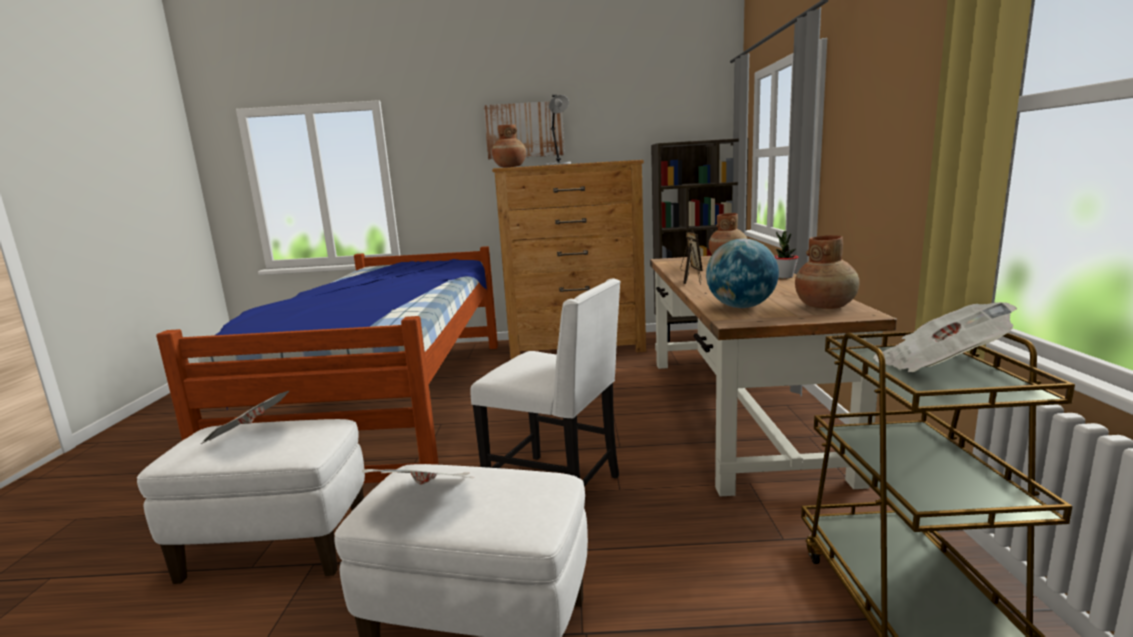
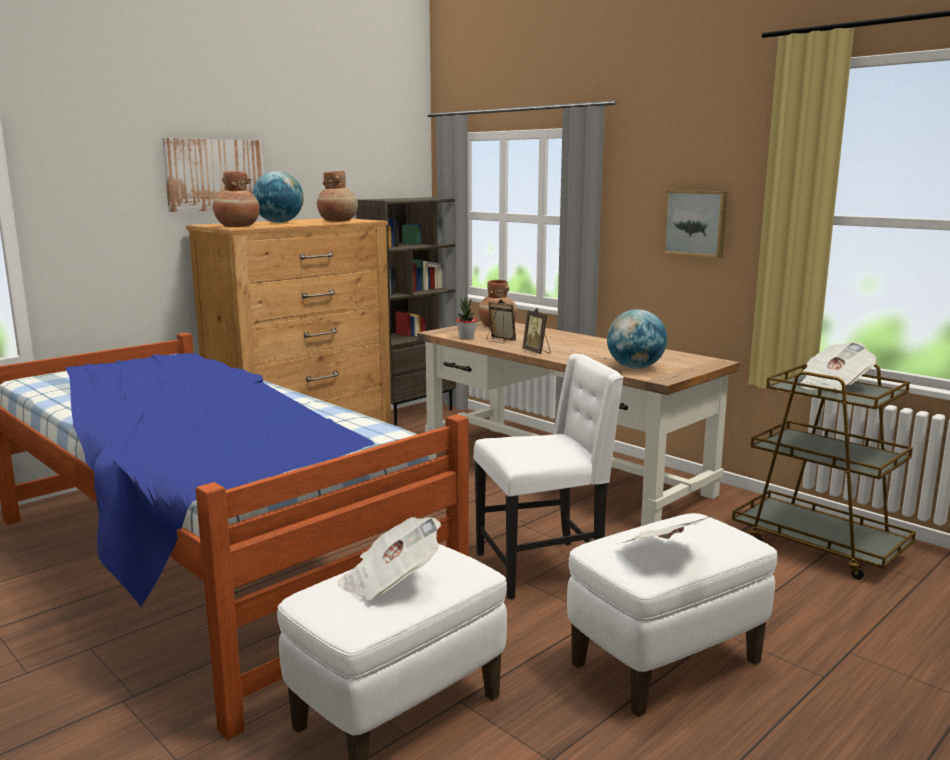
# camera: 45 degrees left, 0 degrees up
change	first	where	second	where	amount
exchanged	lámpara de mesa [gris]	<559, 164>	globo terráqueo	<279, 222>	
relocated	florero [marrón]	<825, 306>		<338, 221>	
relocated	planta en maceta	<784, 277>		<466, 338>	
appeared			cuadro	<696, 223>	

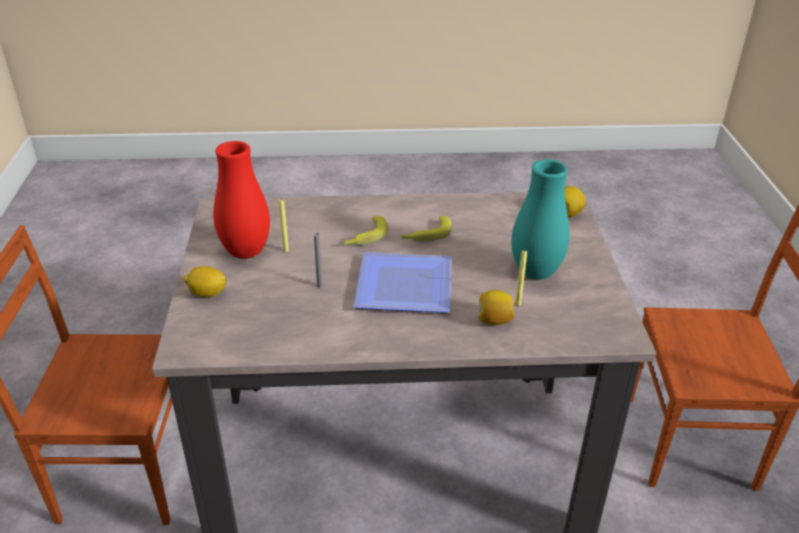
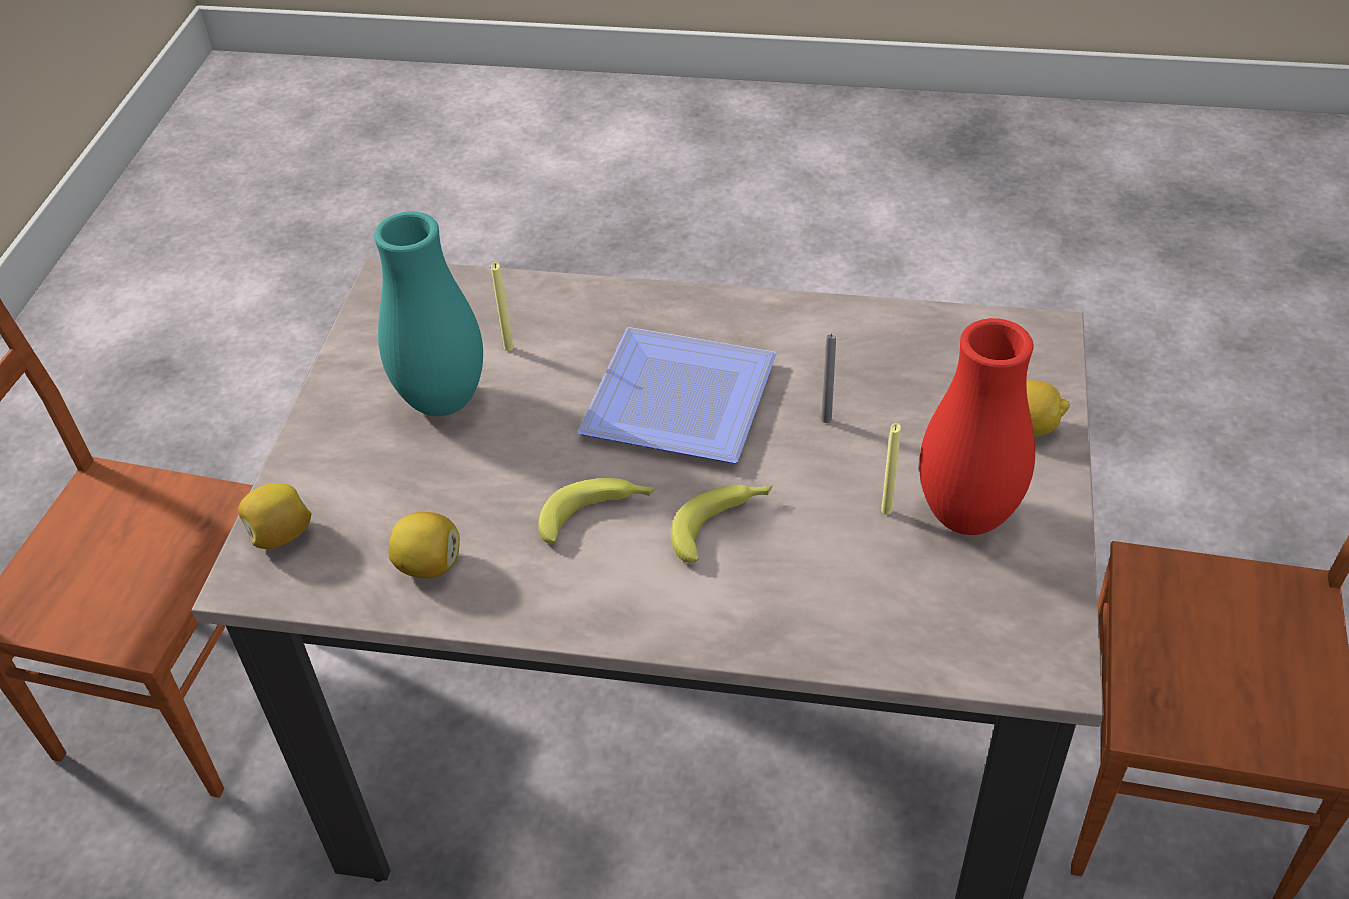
# camera: 165 degrees left, 10 degrees up
change	first	where	second	where	amount
relocated	limón	<494, 320>		<429, 565>	

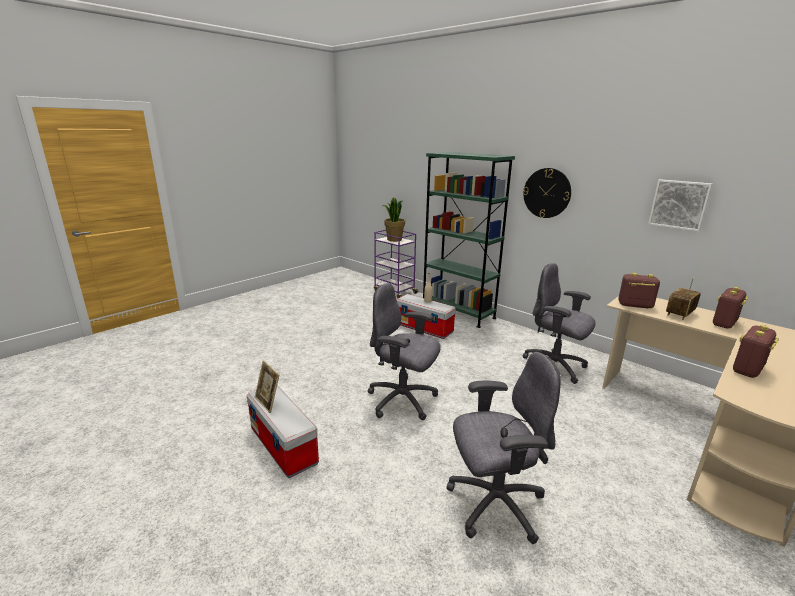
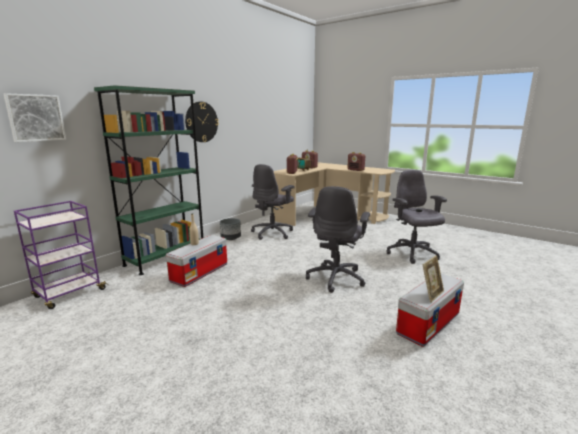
# camera: 95 degrees left, 5 degrees down
change	first	where	second	where	amount
relocated	cuadro	<679, 204>		<35, 118>	
appeared			maceta [gris]	<231, 238>	
missing	planta en maceta	<394, 239>			

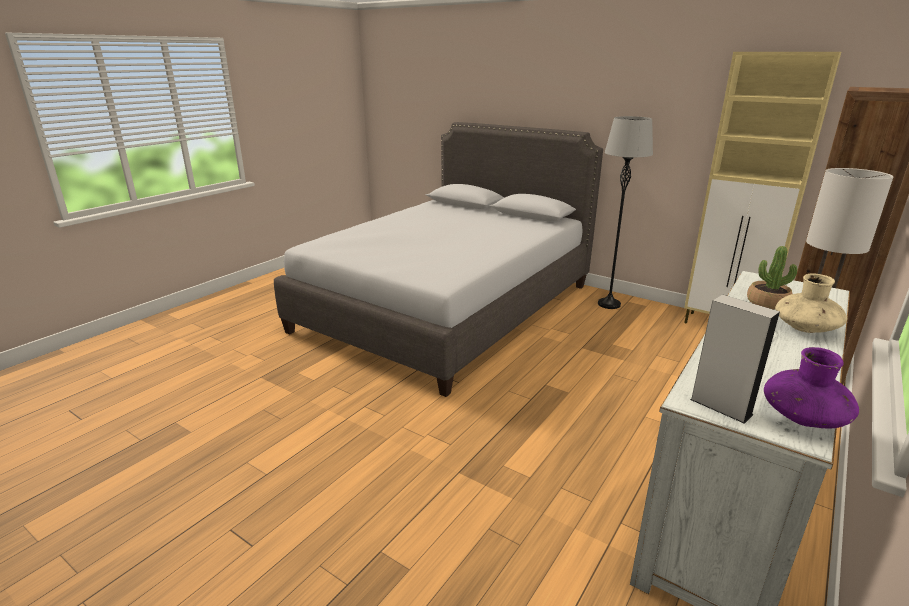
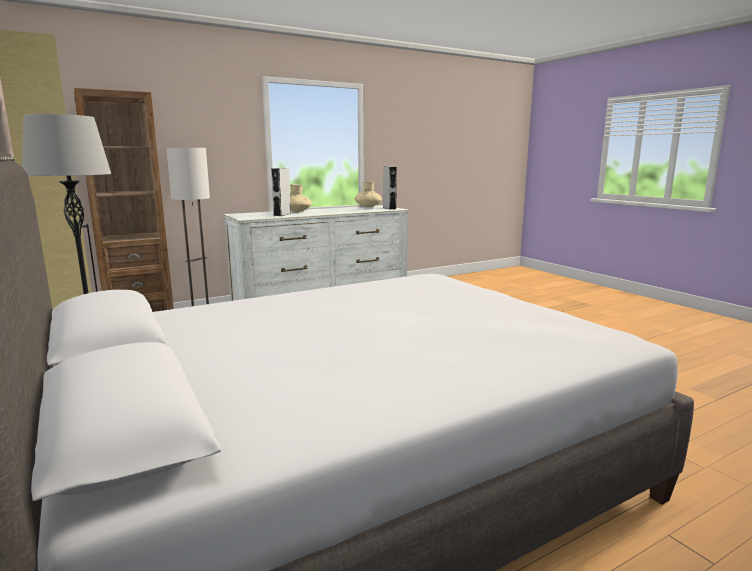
# camera: 155 degrees left, 10 degrees down
change	first	where	second	where	amount
exchanged	planta en maceta	<767, 303>	altavoz [gris]	<282, 214>	
colour	florero [morado]	<804, 417>	florero [beis]	<368, 206>	

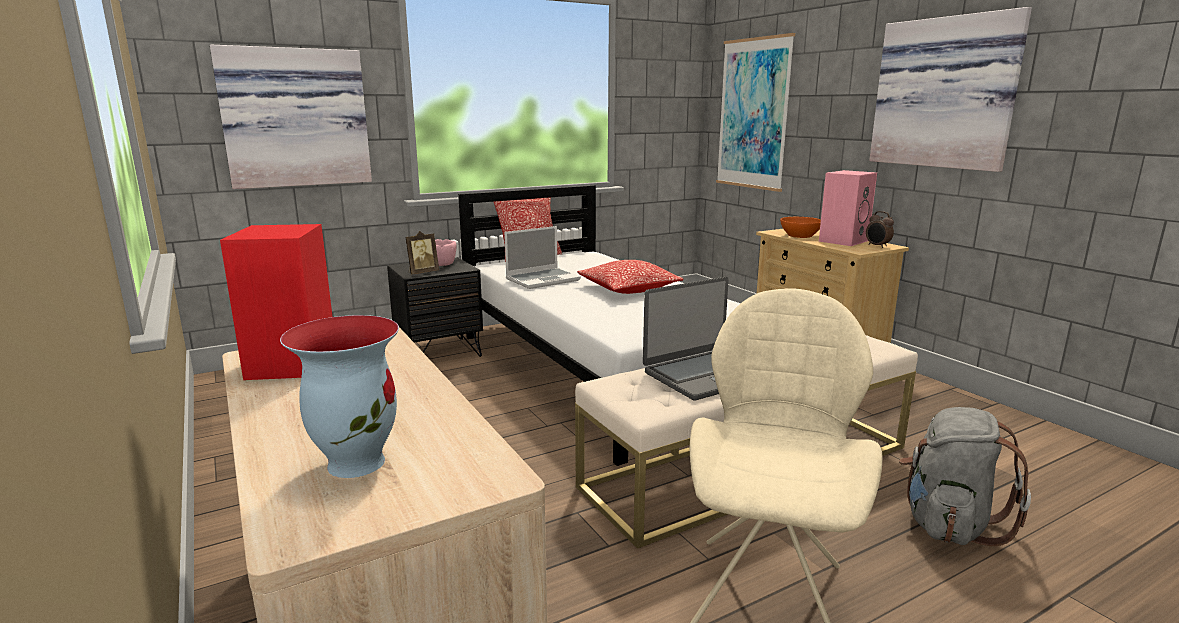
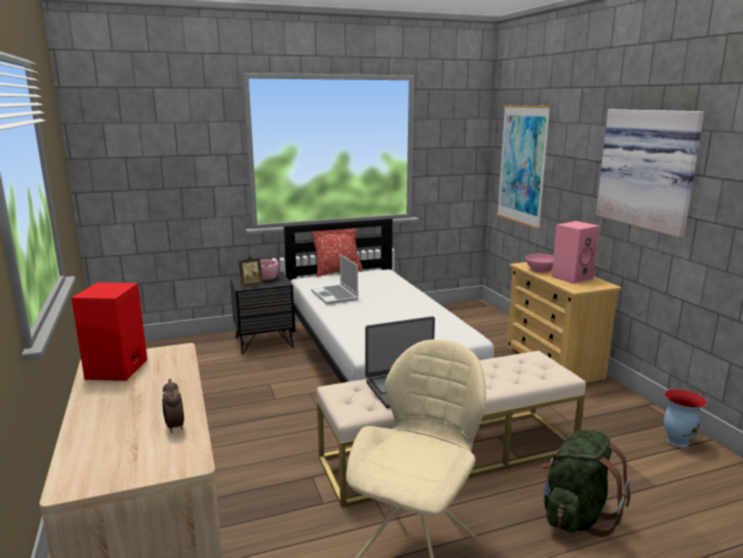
# camera: 10 degrees right, 0 degrees up
change	first	where	second	where	amount
relocated	despertador	<877, 246>		<174, 427>	
spun	portátil	<543, 279>		<335, 296>	90 degrees clockwise
colour	cuenco [naranja]	<799, 235>	cuenco [rosa]	<541, 270>	
colour	mochila [gris]	<948, 524>	mochila [verde]	<576, 516>	
relocated	florero	<356, 462>		<677, 441>	
missing	cuadro	<295, 118>			
missing	cojín	<628, 289>			

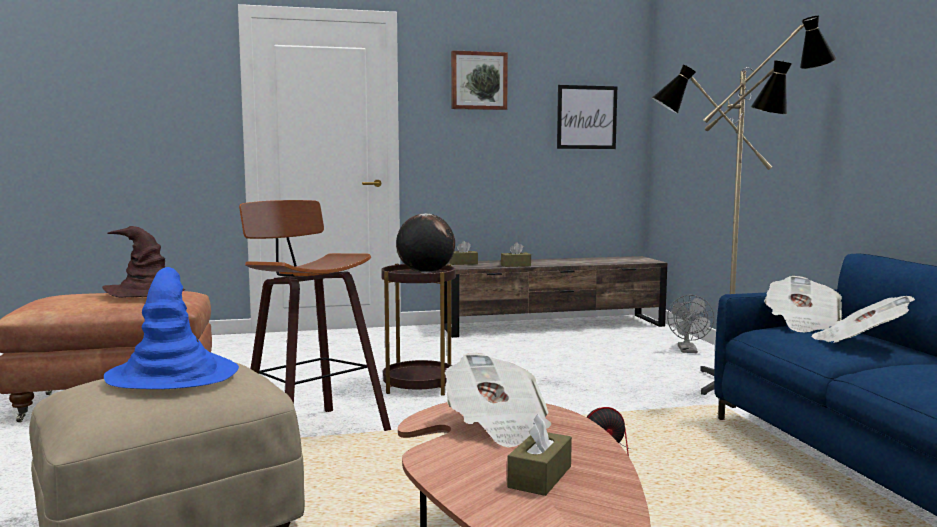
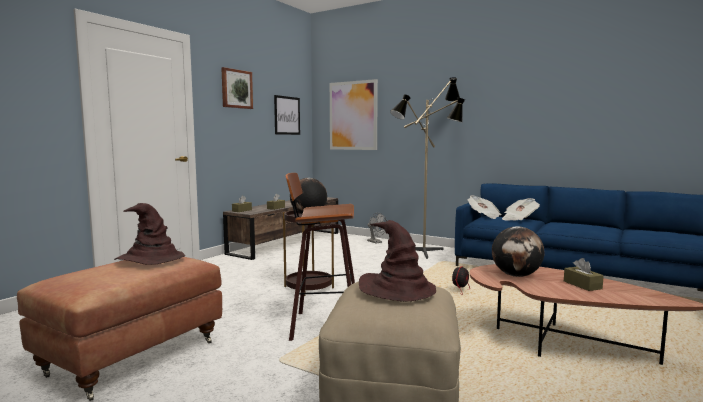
# camera: 45 degrees left, 0 degrees up
change	first	where	second	where	amount
appeared			cuadro	<353, 115>	
colour	sombrero [azul]	<173, 375>	sombrero [marrón]	<398, 289>	
exchanged	periódico	<497, 426>	globo terráqueo	<516, 275>	

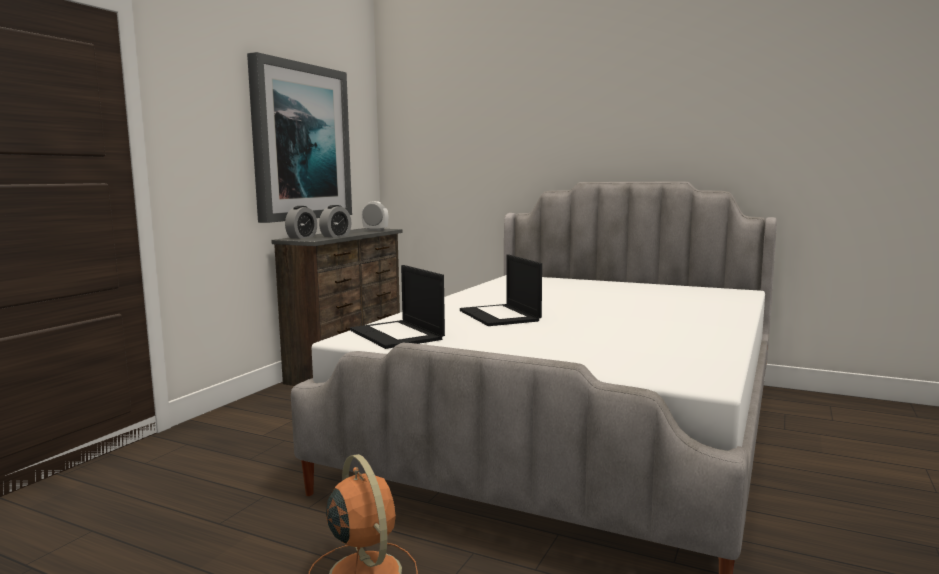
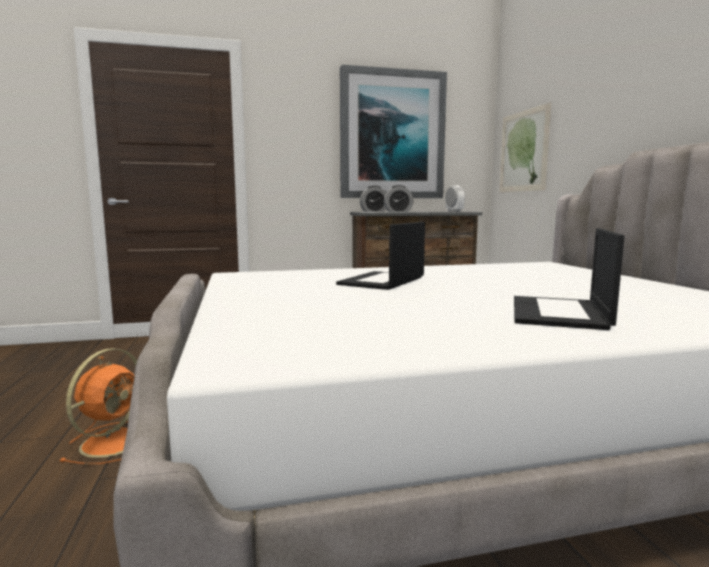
# camera: 50 degrees right, 0 degrees up
change	first	where	second	where	amount
appeared			cuadro	<523, 151>	
relocated	portátil	<397, 335>		<559, 313>	

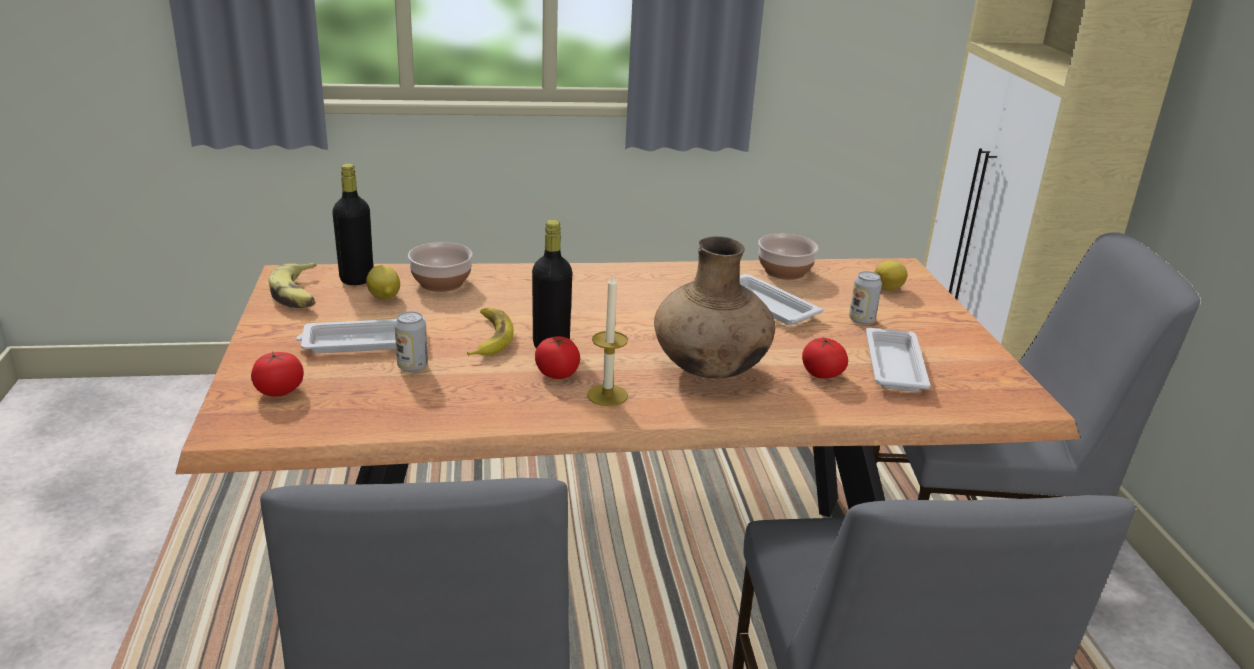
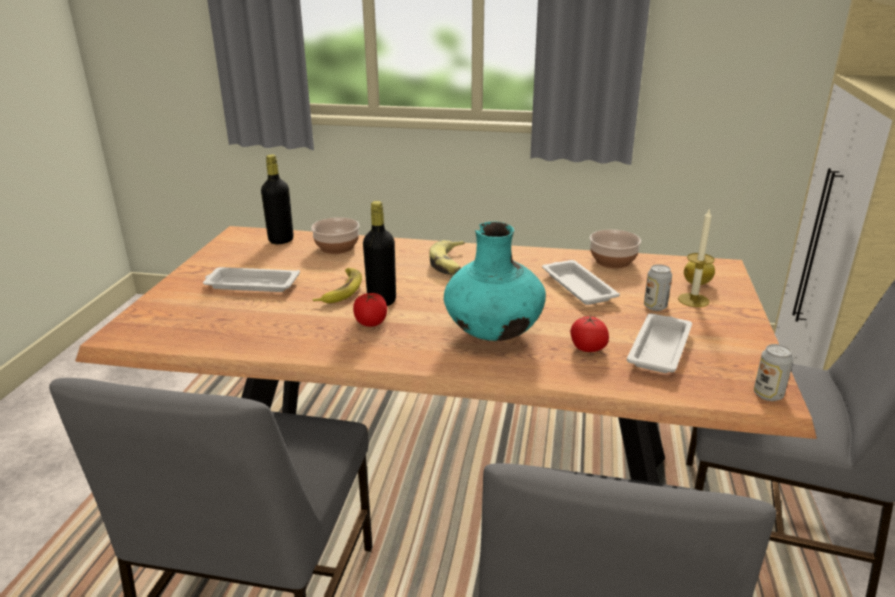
# camera: 20 degrees right, 0 degrees up
change	first	where	second	where	amount
relocated	plátano	<298, 294>		<449, 264>	
colour	florero [marrón]	<710, 369>	florero [turquesa]	<493, 333>	
relocated	vela	<607, 395>		<693, 300>	
relocated	lata	<412, 366>		<768, 395>	
missing	tomate	<279, 391>			
missing	limón	<384, 298>			

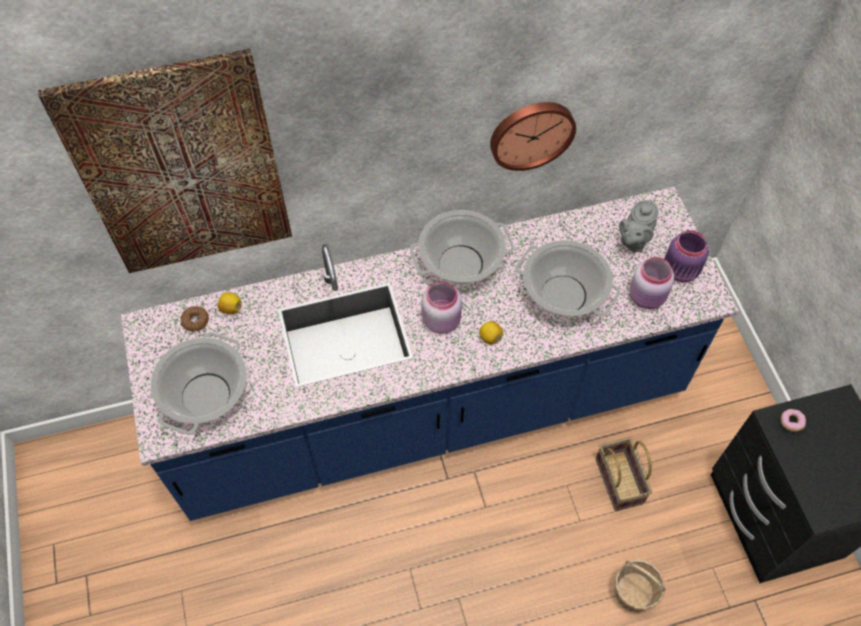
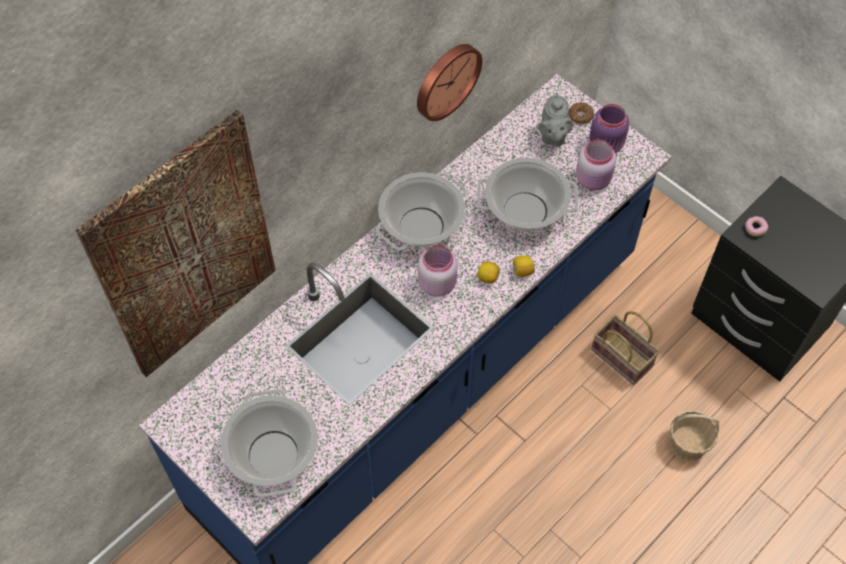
# camera: 30 degrees left, 0 degrees up
change	first	where	second	where	amount
relocated	limón	<231, 308>		<522, 271>	
relocated	rosquilla	<195, 321>		<580, 116>	

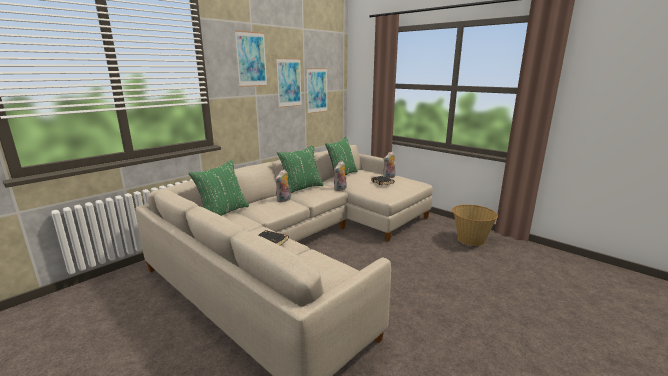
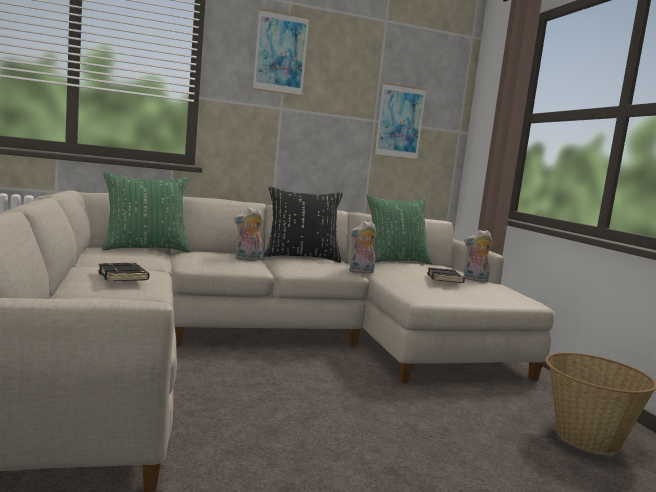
# camera: 30 degrees right, 10 degrees down
change	first	where	second	where	amount
colour	cojín [verde]	<301, 188>	cojín [negro]	<301, 257>	
missing	cuadro	<289, 82>			

